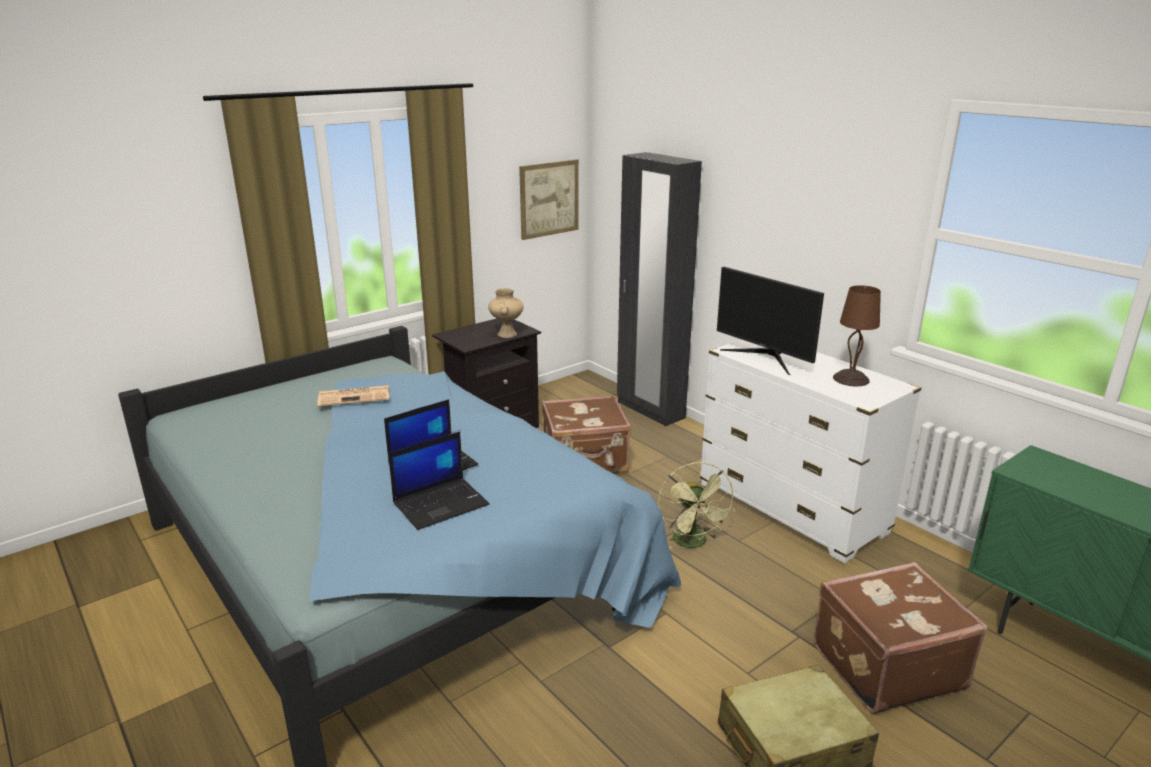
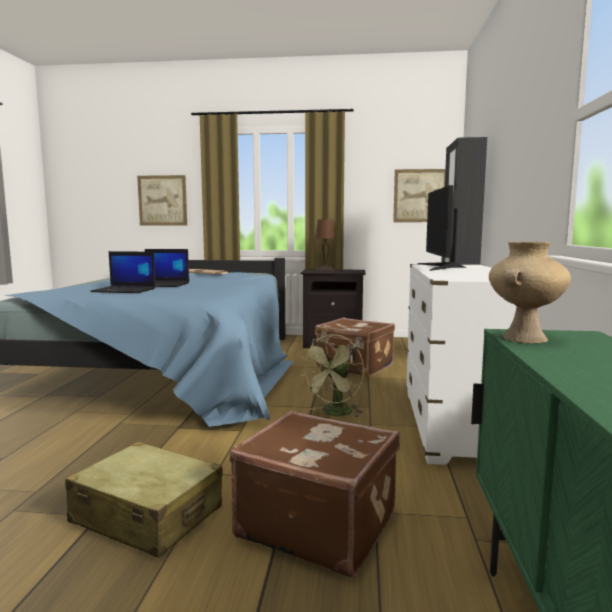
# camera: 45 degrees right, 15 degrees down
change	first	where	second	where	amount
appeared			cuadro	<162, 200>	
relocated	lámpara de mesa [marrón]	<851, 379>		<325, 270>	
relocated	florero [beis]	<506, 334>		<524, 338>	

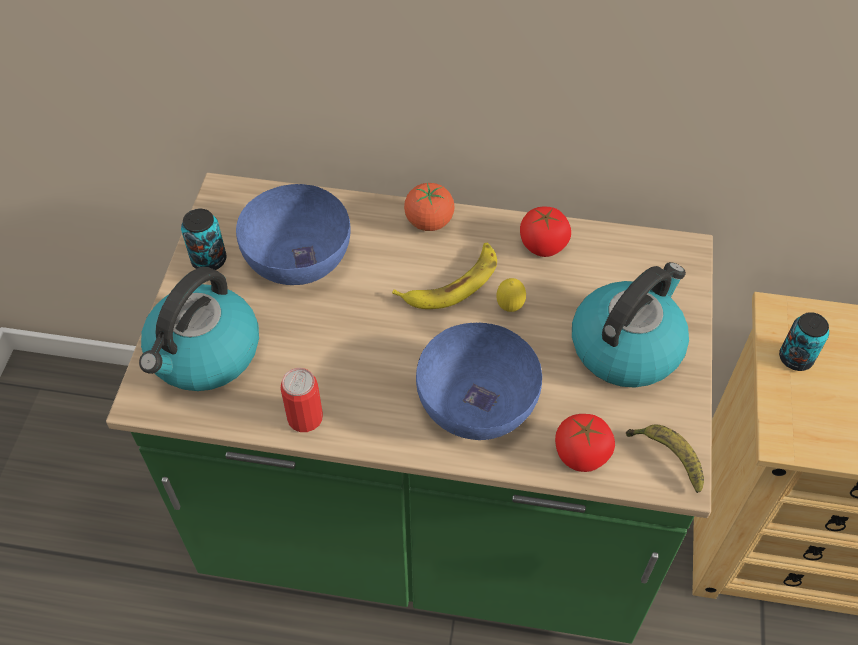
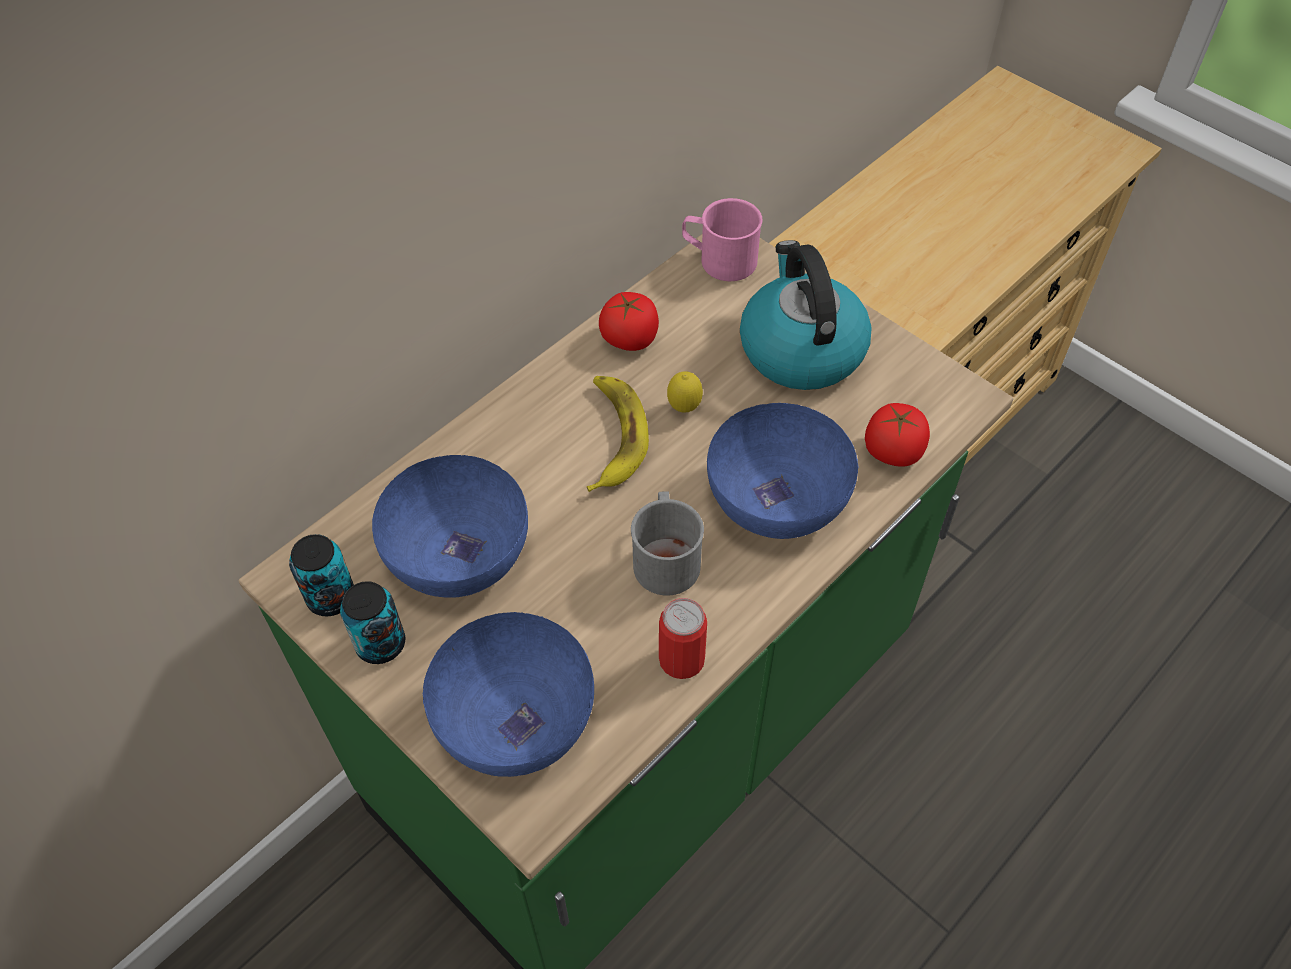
# camera: 55 degrees left, 0 degrees up
change	first	where	second	where	amount
relocated	lata	<795, 358>		<331, 597>	
exchanged	hervidor	<204, 354>	cuenco [azul]	<516, 717>	
appeared			taza grande [gris]	<666, 557>	
appeared			taza grande [rosa]	<719, 259>	
missing	tomate	<429, 222>			
missing	plátano	<667, 458>			

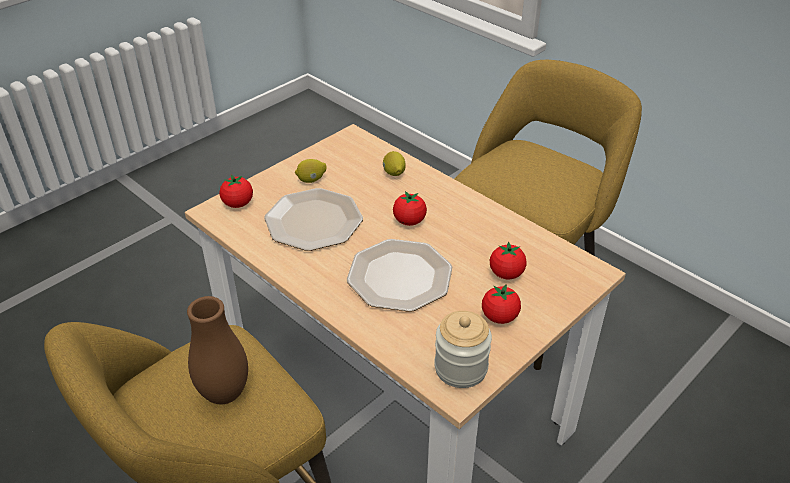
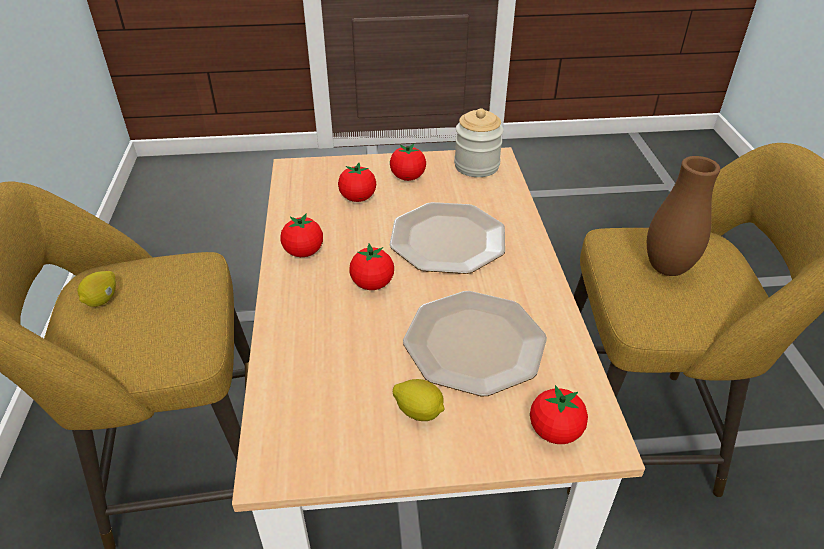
# camera: 140 degrees left, 0 degrees up
change	first	where	second	where	amount
relocated	limón	<394, 173>		<102, 300>	
appeared			tomate	<303, 252>	

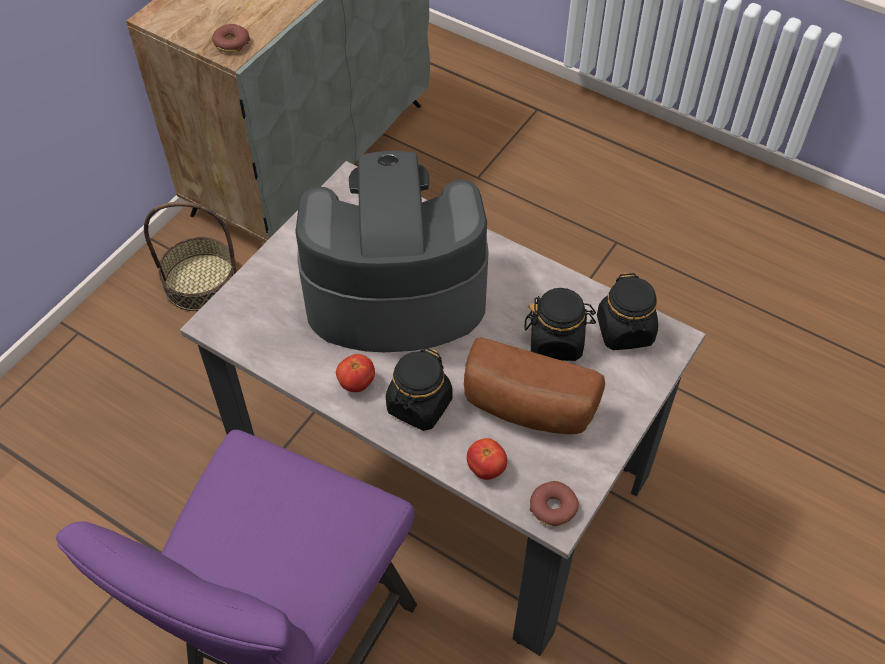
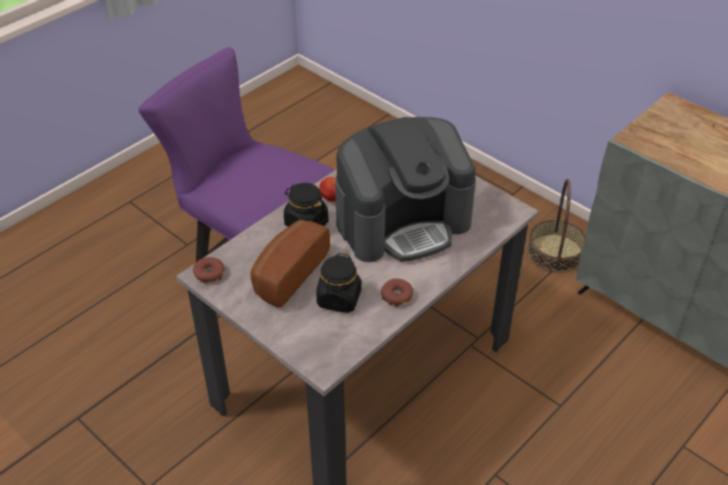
# camera: 100 degrees right, 10 degrees down
change	first	where	second	where	amount
spun	cafetera	<394, 292>		<403, 222>	60 degrees clockwise
relocated	rosquilla	<231, 43>		<397, 296>	
missing	tomate	<486, 468>			
missing	tarro [negro]	<625, 331>			

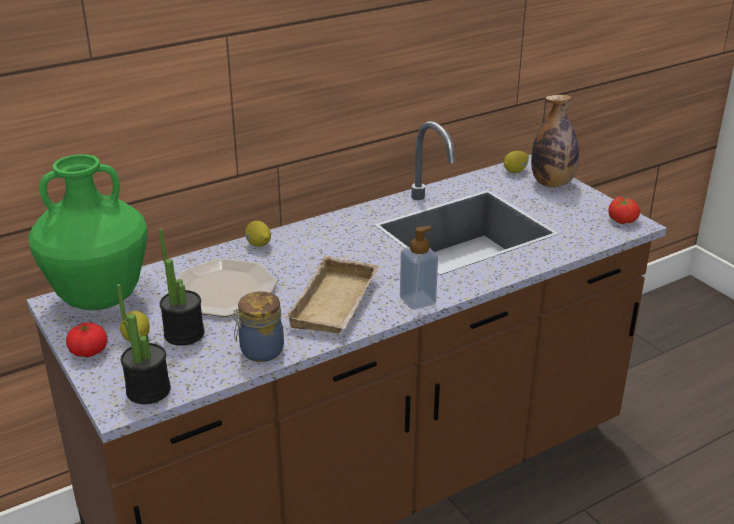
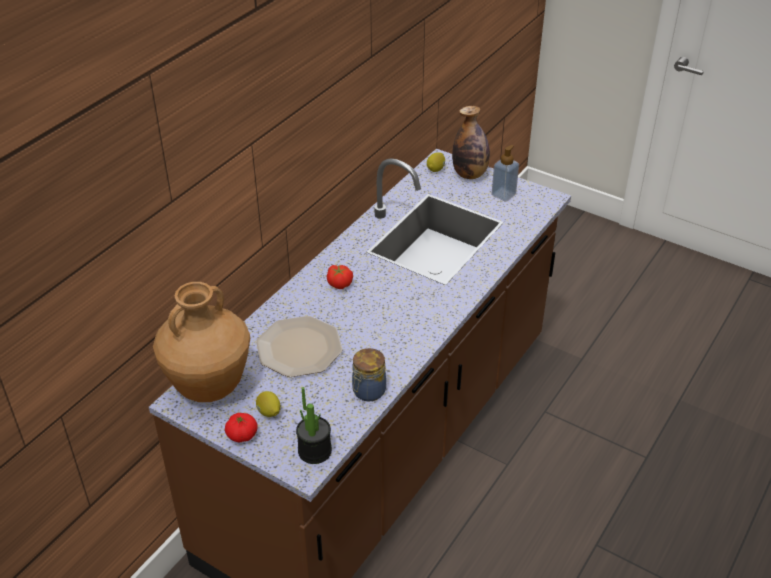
# camera: 25 degrees left, 10 degrees up
change	first	where	second	where	amount
colour	florero [verde]	<99, 299>	florero [marrón]	<209, 387>	
relocated	tomate	<622, 220>		<340, 283>	
relocated	dispensador de jabón	<417, 300>		<503, 195>	
missing	planta en maceta	<184, 334>			
missing	limón	<258, 245>			
missing	bandeja [beis]	<337, 305>			

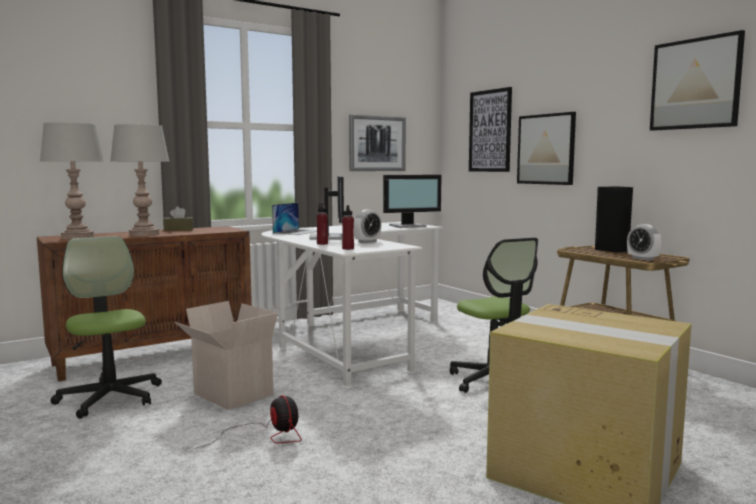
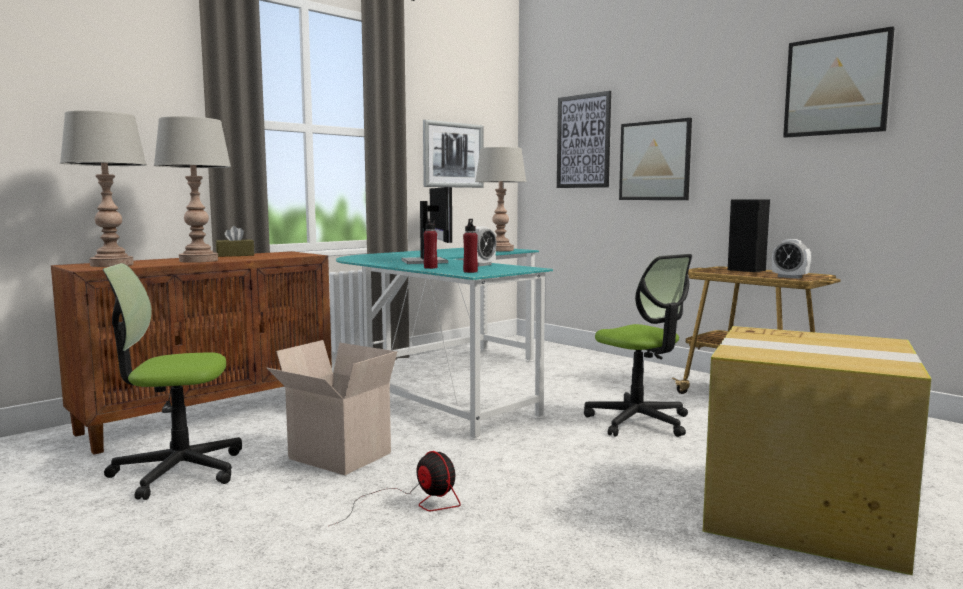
# camera: 10 degrees left, 0 degrees up
change	first	where	second	where	amount
spun	silla de oficina	<110, 398>		<178, 471>	60 degrees counterclockwise
colour	escritorio [blanco]	<350, 339>	escritorio [turquesa]	<444, 384>	
exchanged	monitor	<408, 226>	lámpara de mesa [gris]	<500, 250>	
missing	portátil	<298, 232>			

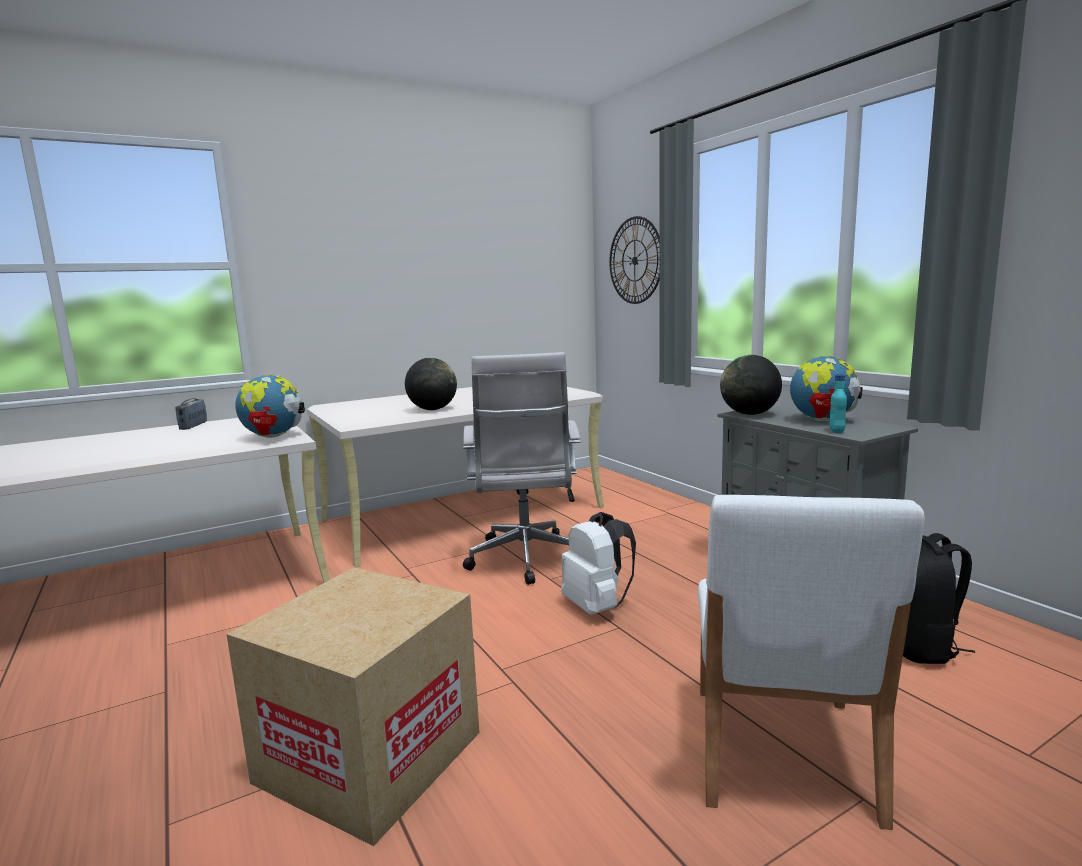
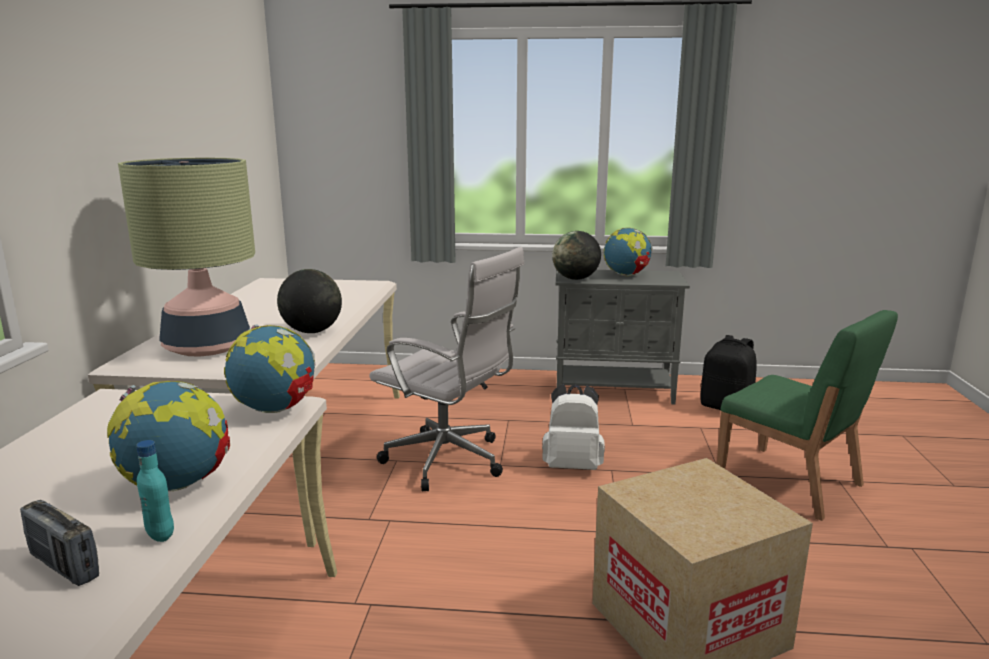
# camera: 55 degrees left, 5 degrees up
change	first	where	second	where	amount
relocated	radio	<193, 426>		<64, 566>	
appeared			globo terráqueo	<178, 484>	
appeared			lámpara de mesa	<207, 347>	
relocated	botella [turquesa]	<837, 431>		<160, 534>	
colour	silla [blanco]	<780, 752>	silla [verde]	<790, 482>	
missing	reloj de pared	<635, 260>			

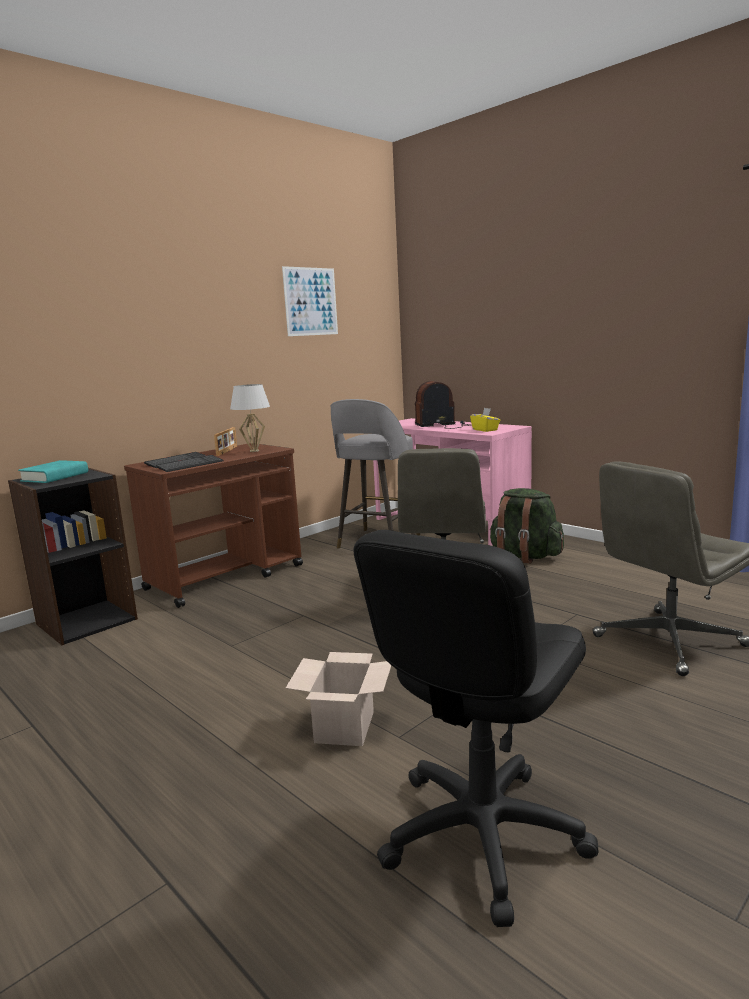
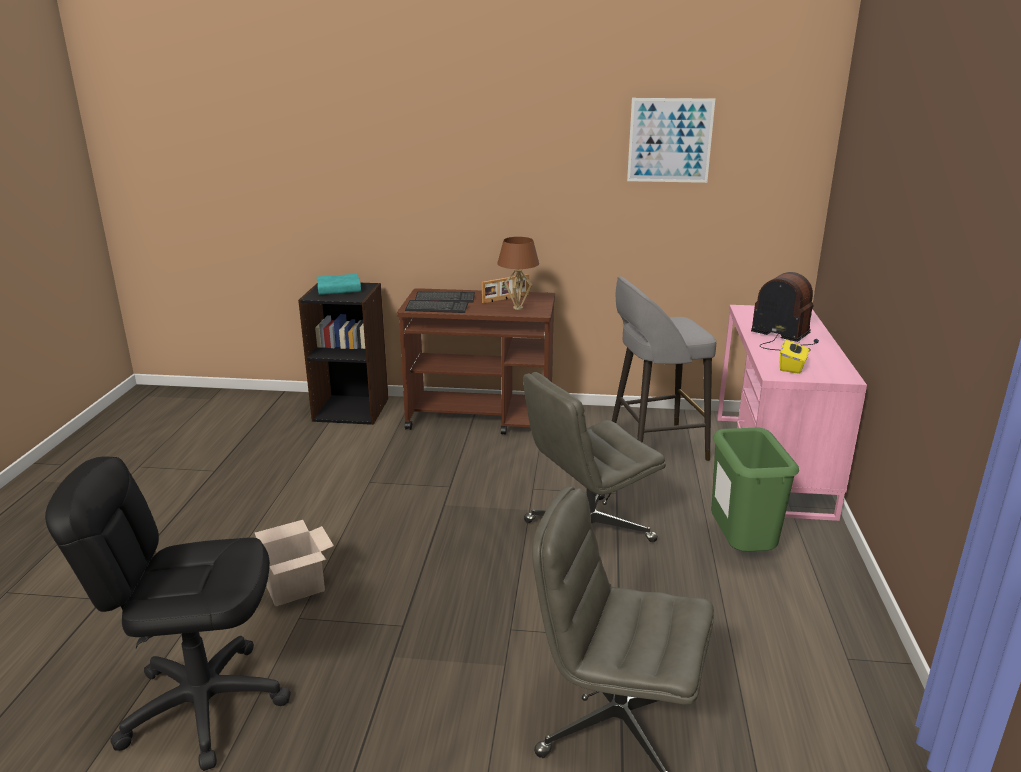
# camera: 50 degrees right, 10 degrees up
change	first	where	second	where	amount
colour	lámpara de mesa [blanco]	<254, 451>	lámpara de mesa [marrón]	<518, 308>	
exchanged	mochila [verde]	<524, 557>	papelera [verde]	<739, 549>	

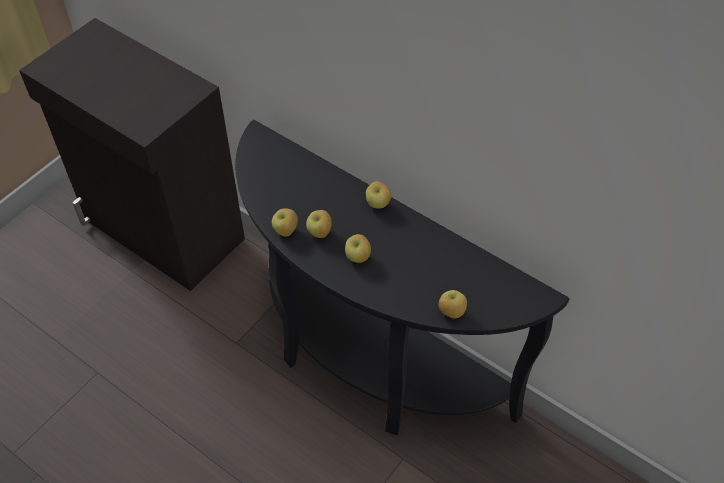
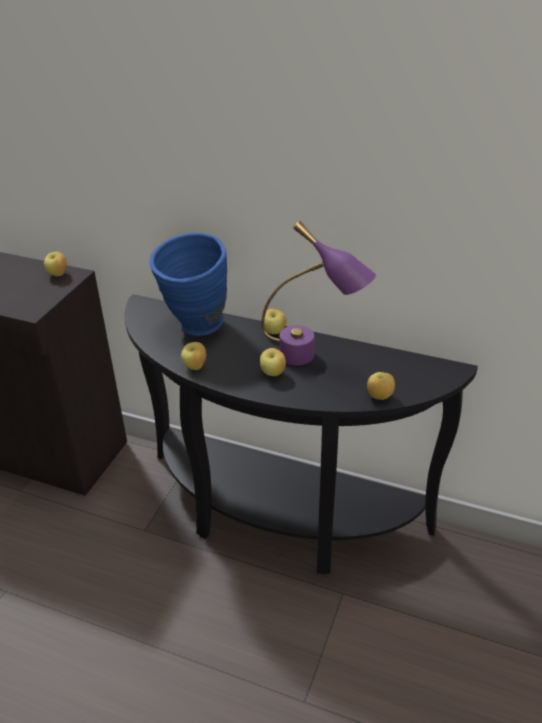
# camera: 15 degrees left, 15 degrees down
change	first	where	second	where	amount
relocated	manzana	<320, 233>		<58, 274>	
appeared			florero [azul]	<195, 329>	
appeared			lámpara de mesa [morado]	<313, 359>	

